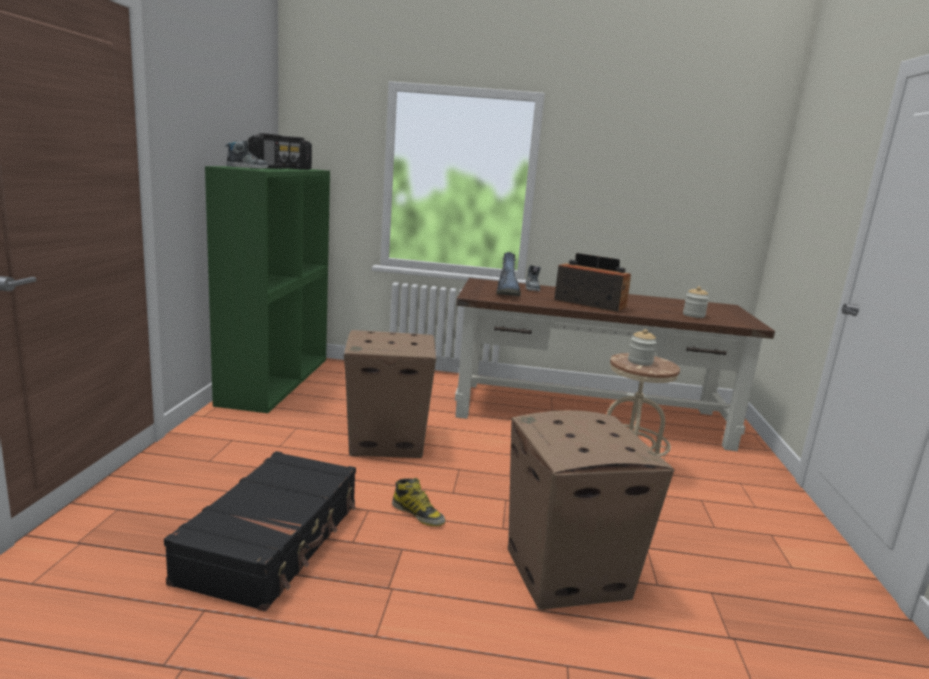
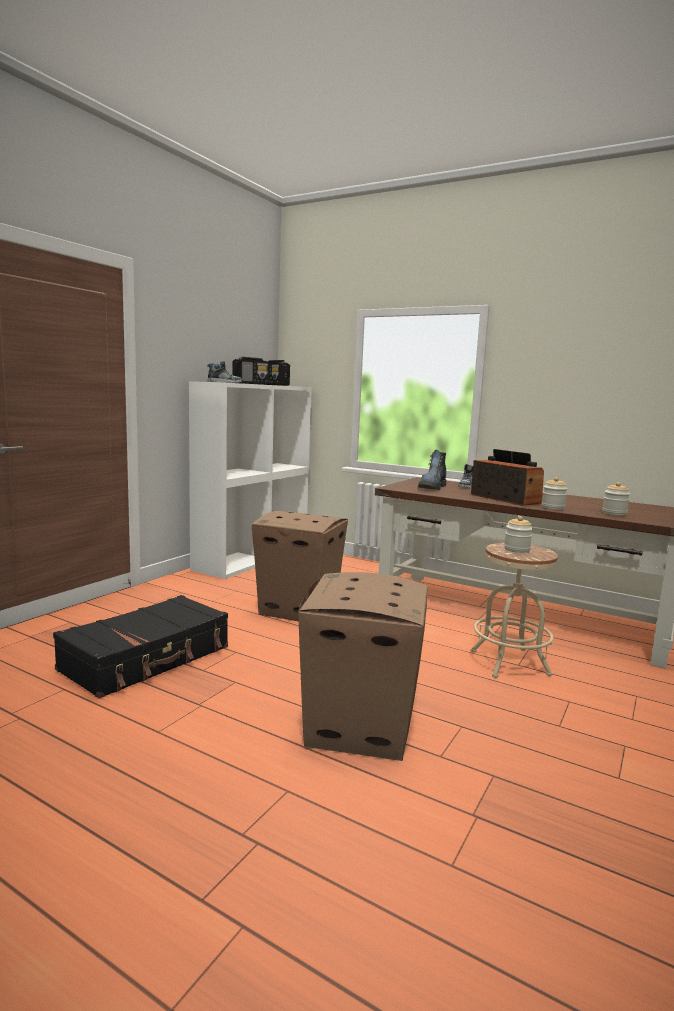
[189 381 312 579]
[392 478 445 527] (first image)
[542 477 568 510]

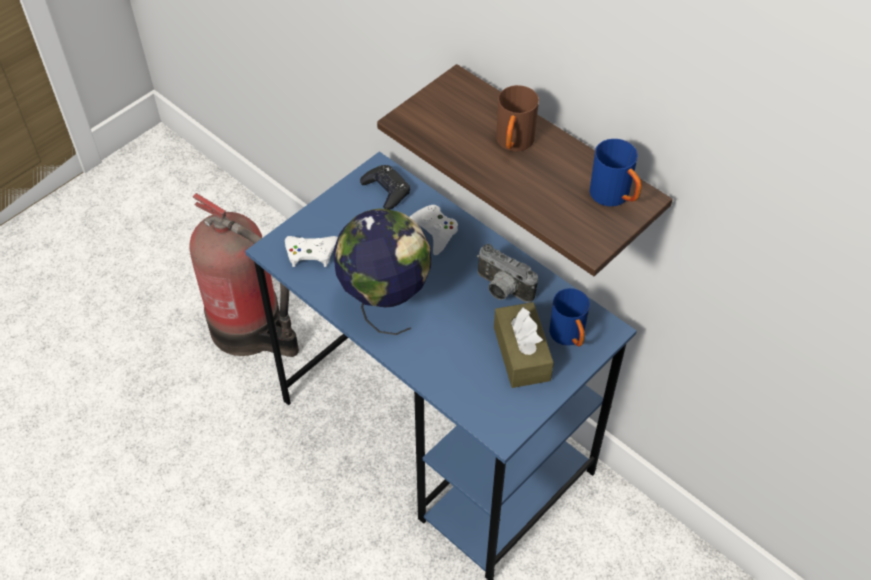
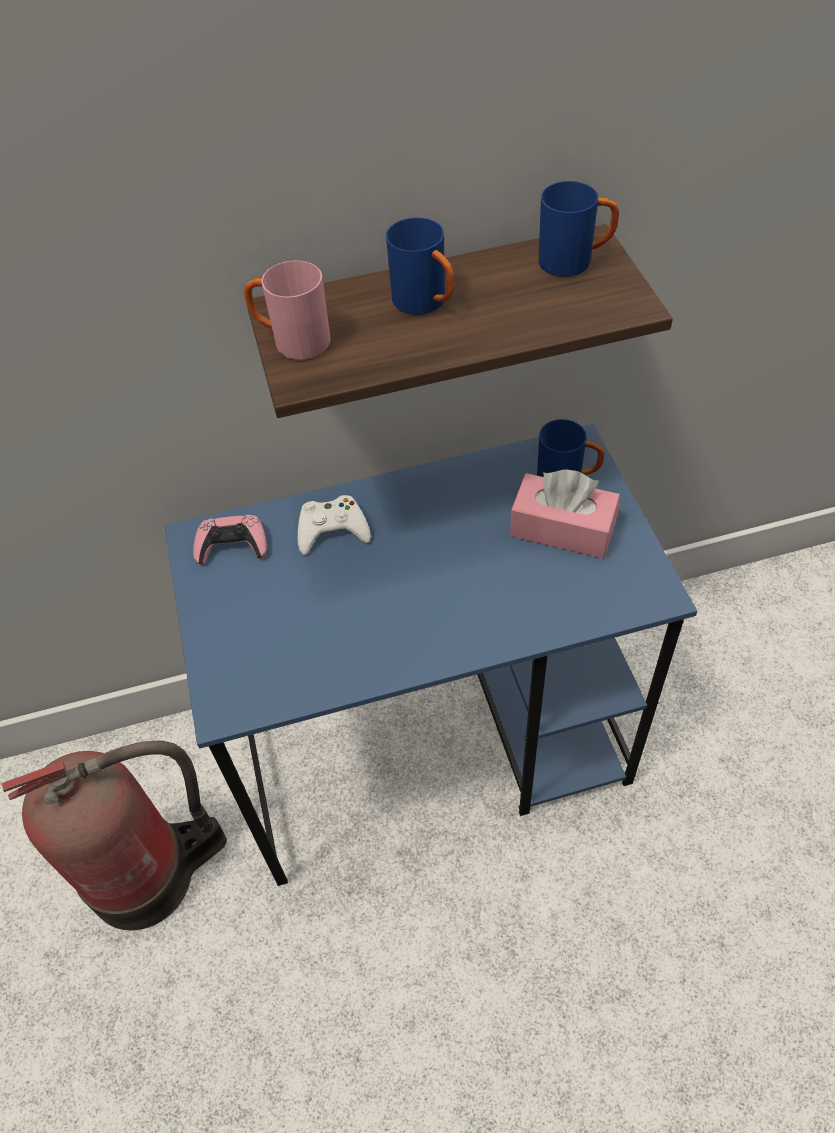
[285 236 338 267] (first image)
[333 209 432 335] (first image)
[193 515 267 565]
[477 244 538 303] (first image)
[510 469 620 559]
[386 218 454 315]
[244 261 331 360]

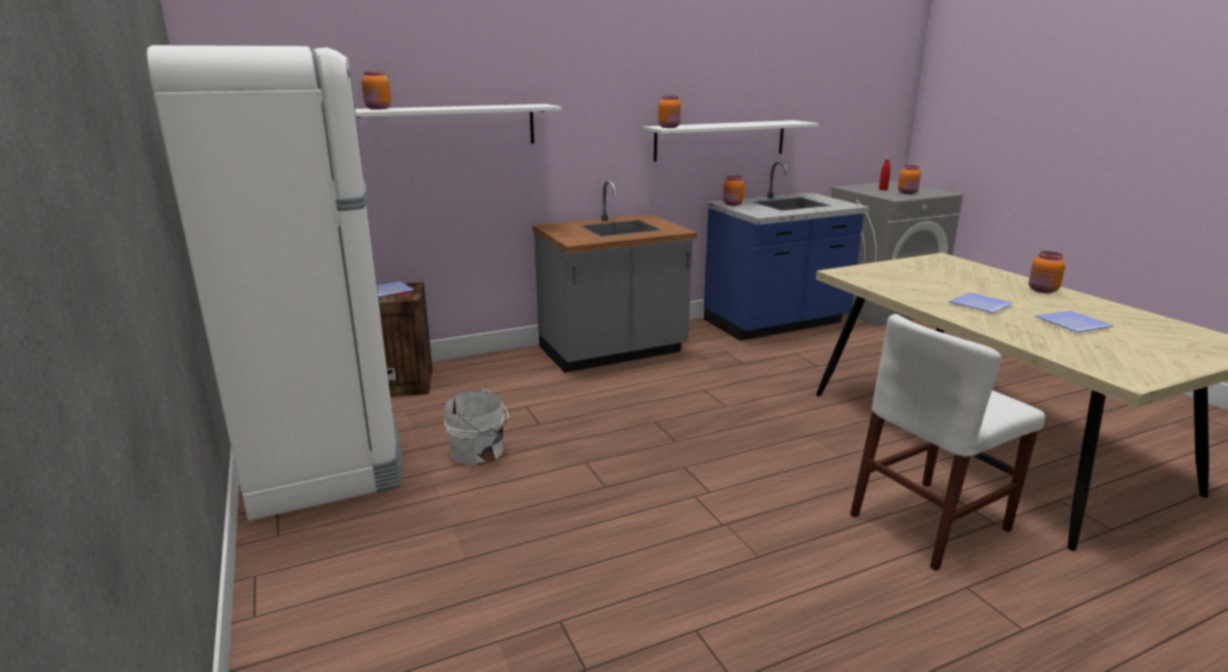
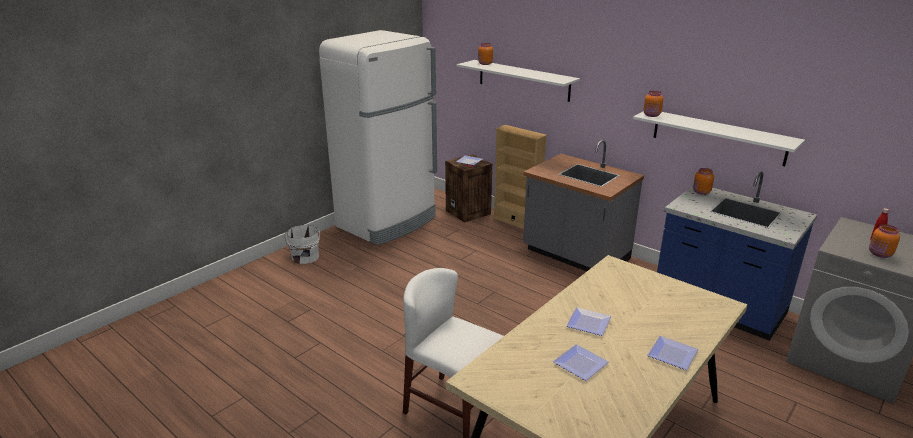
[285 225 320 264]
[647 336 698 370]
[493 125 547 229]

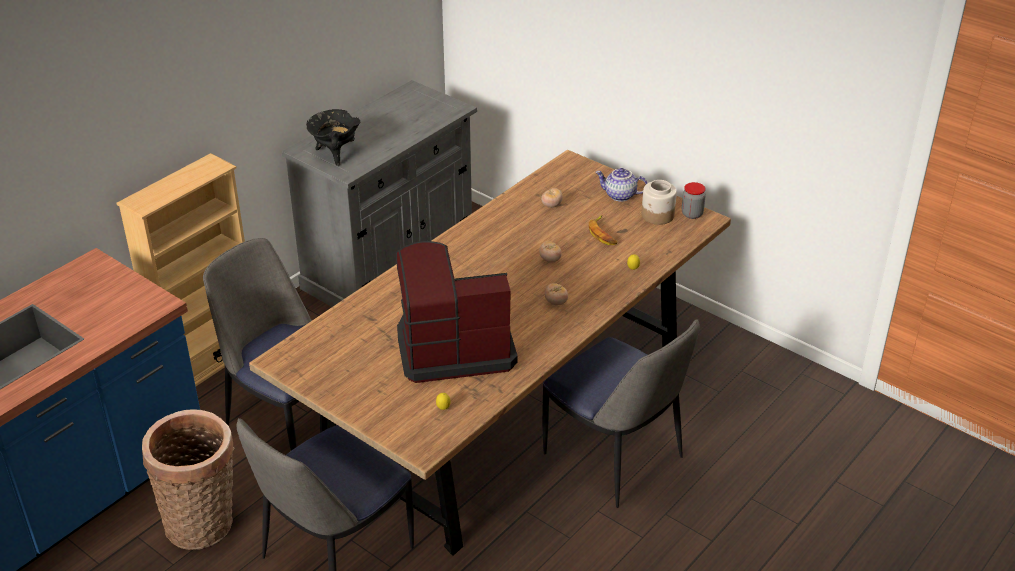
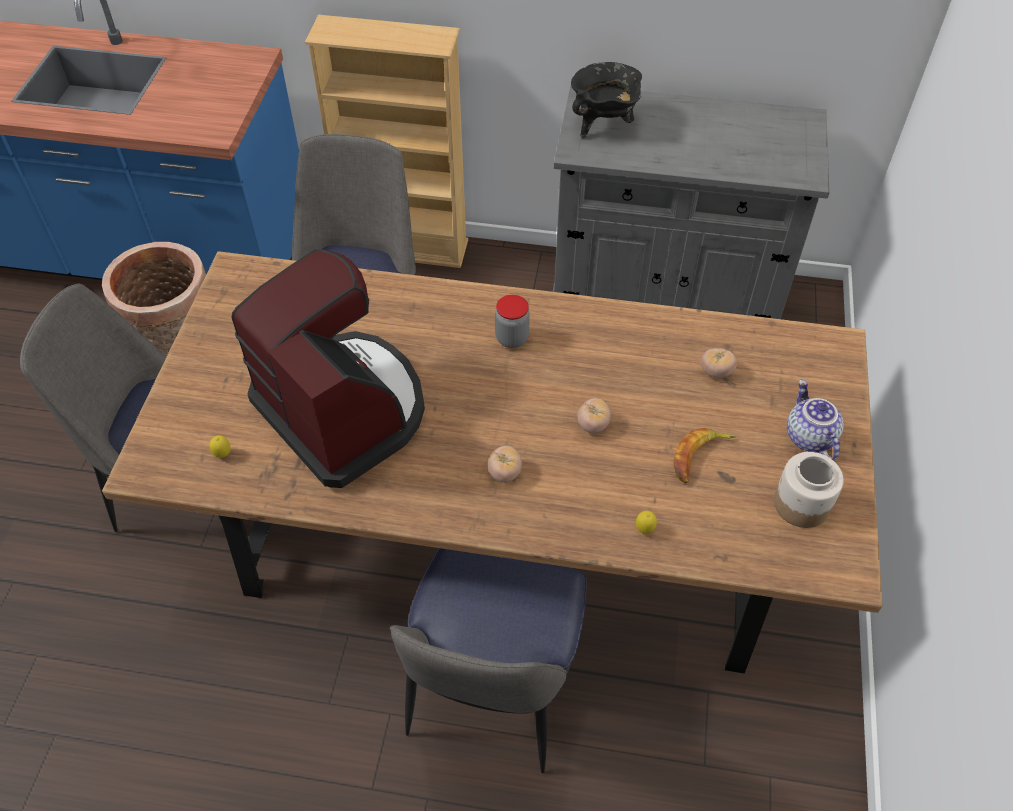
[495 295 530 348]

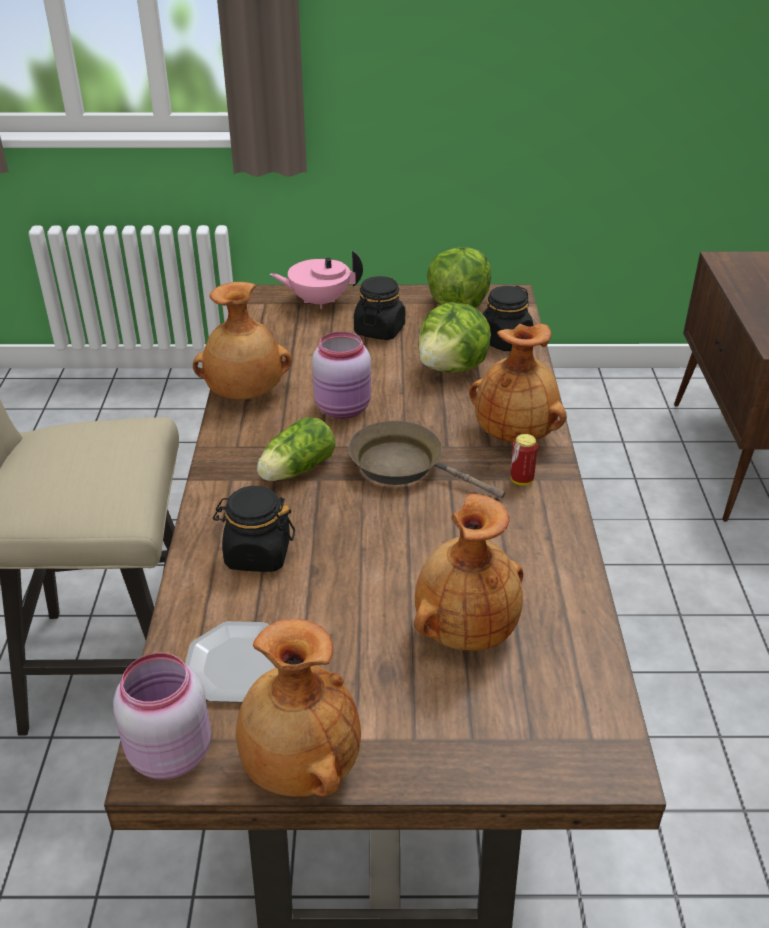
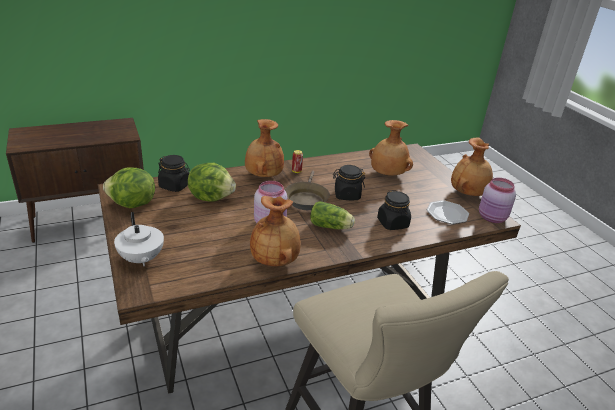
[114 212 164 266]
[333 165 365 200]

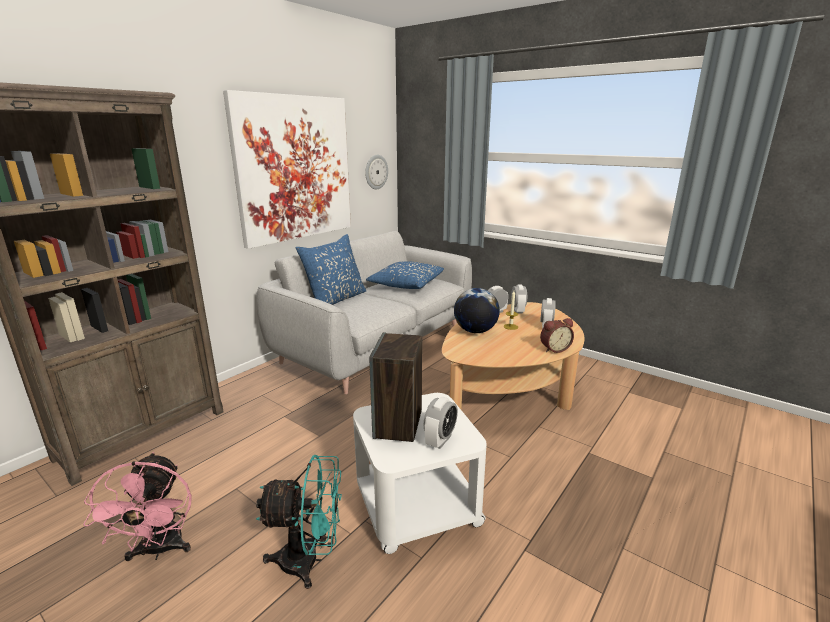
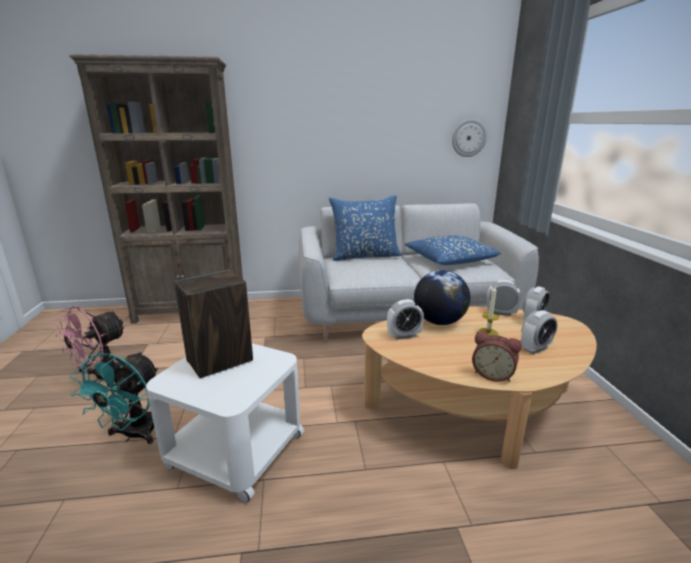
[223 90 351 249] (first image)
[70 352 159 444]
[387 299 424 339]

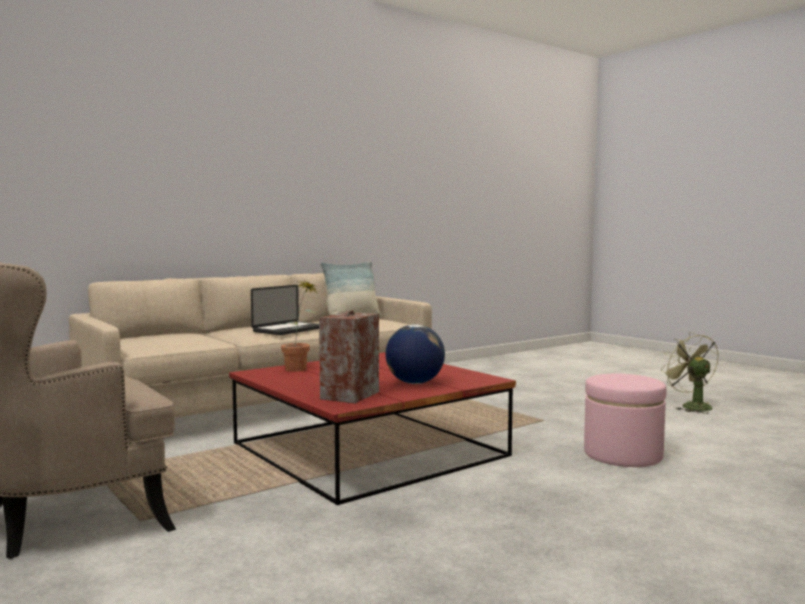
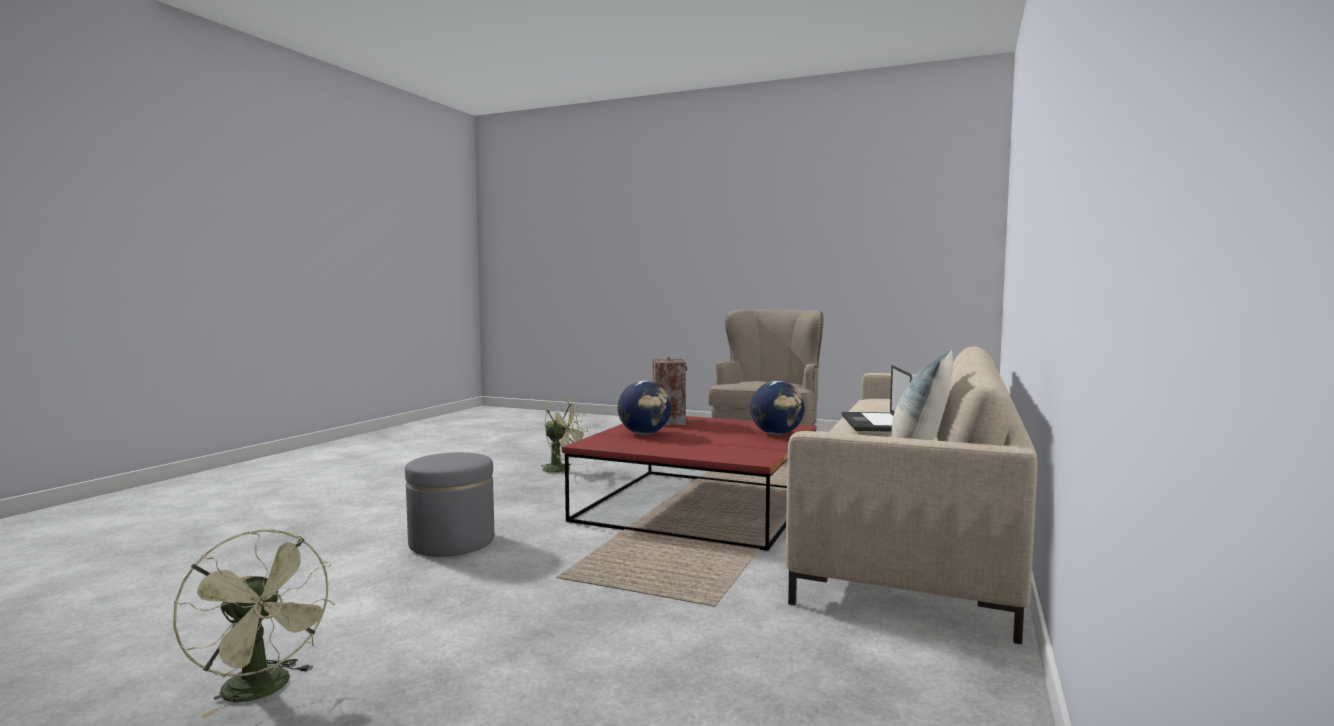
[750 381 804 435]
[405 452 494 557]
[541 397 588 476]

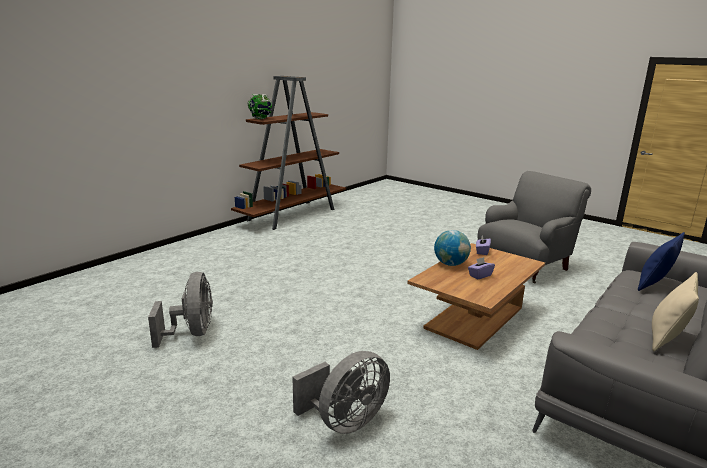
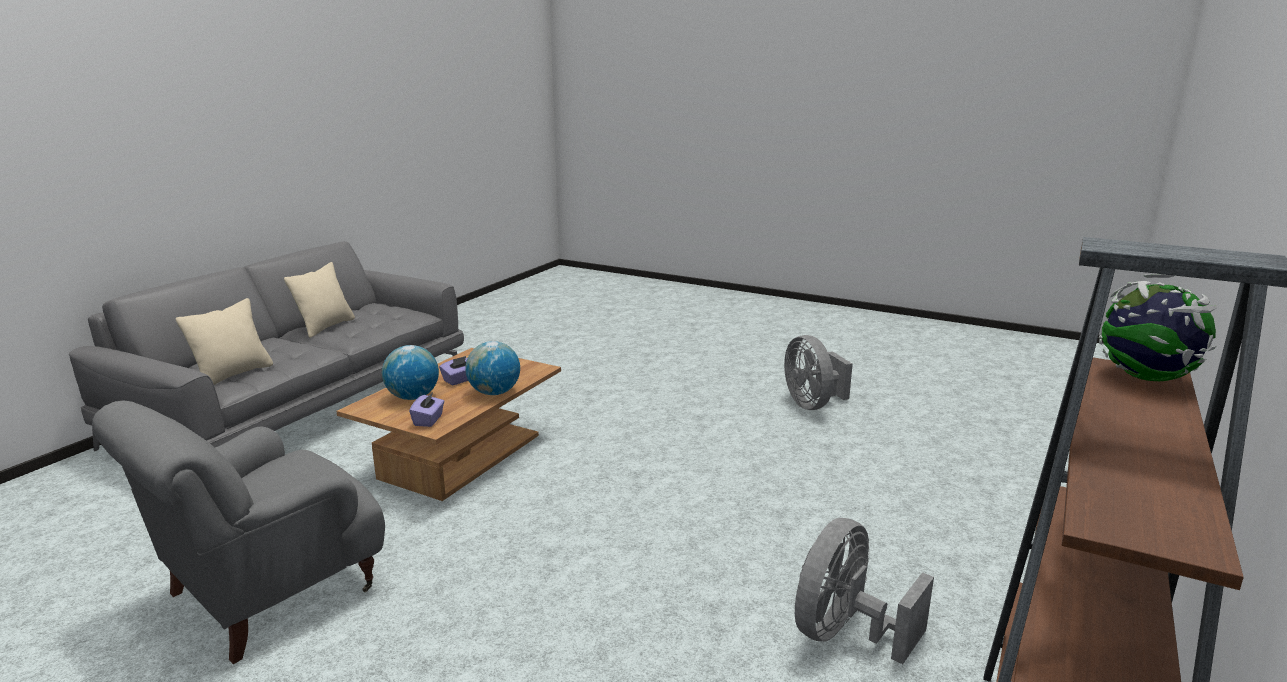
[795 518 934 664]
[176 298 273 385]
[382 345 439 400]

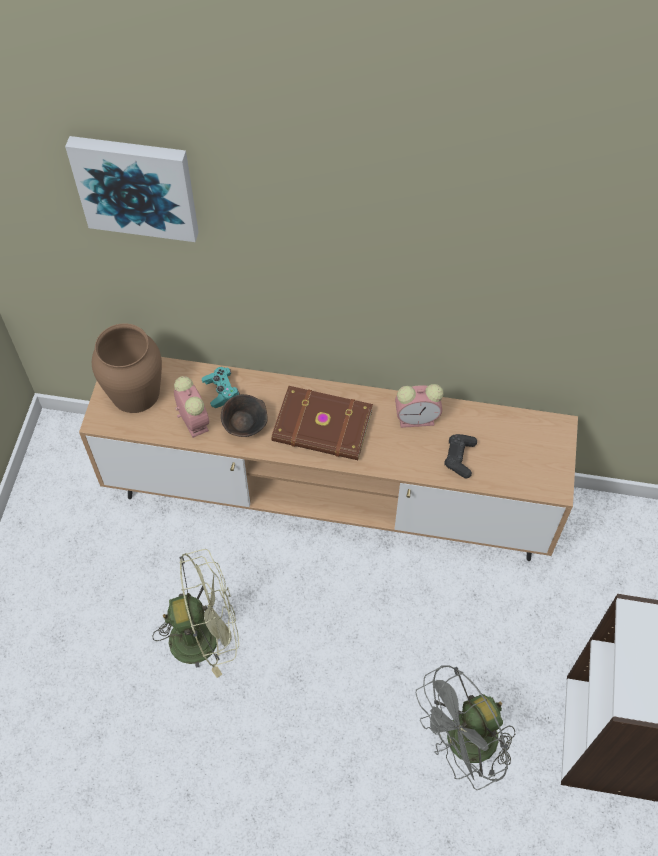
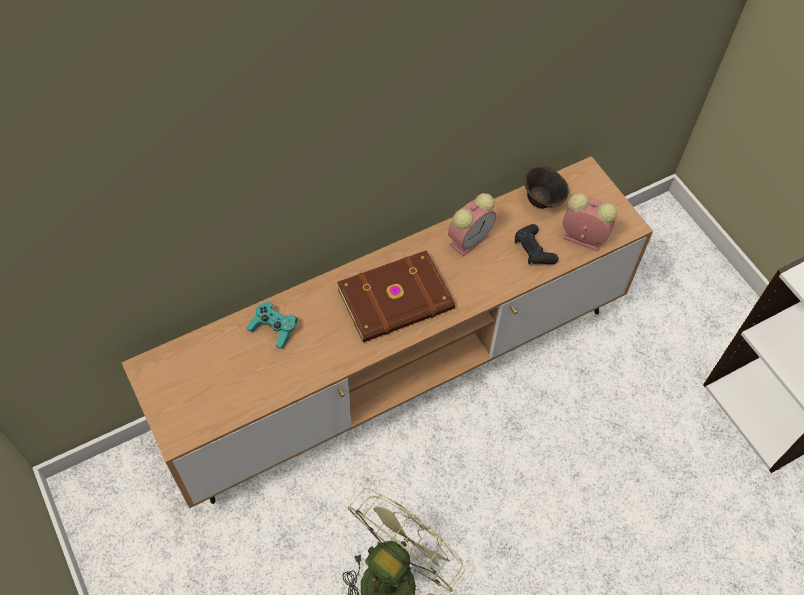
[65 136 199 242] (first image)
[92 323 162 413] (first image)
[562 193 617 252]
[524 166 569 209]
[416 665 515 790] (first image)

